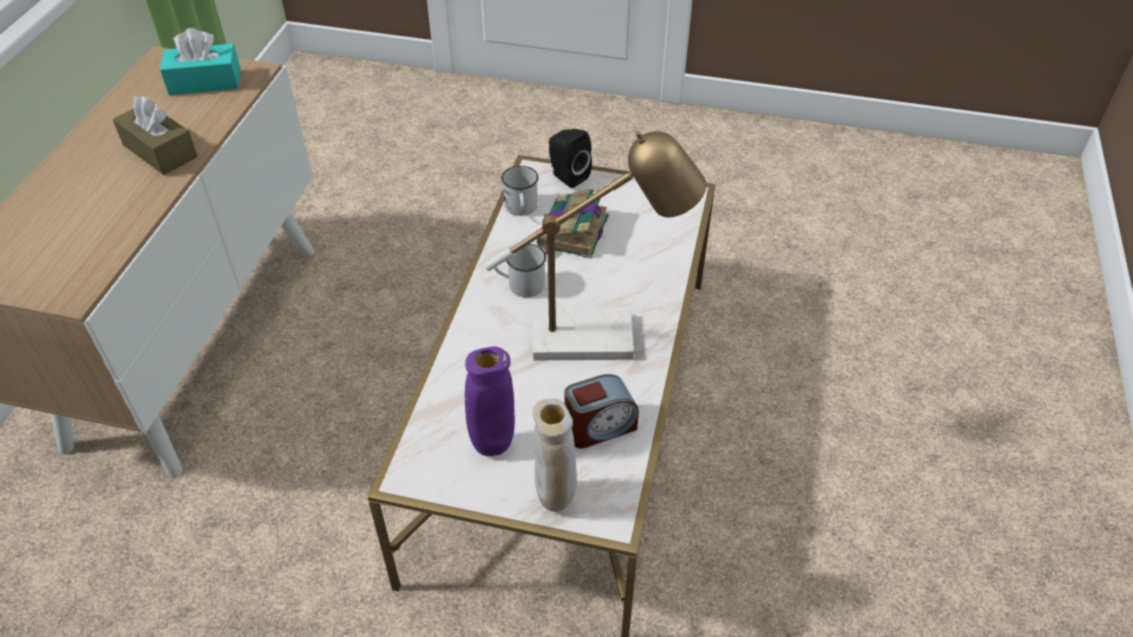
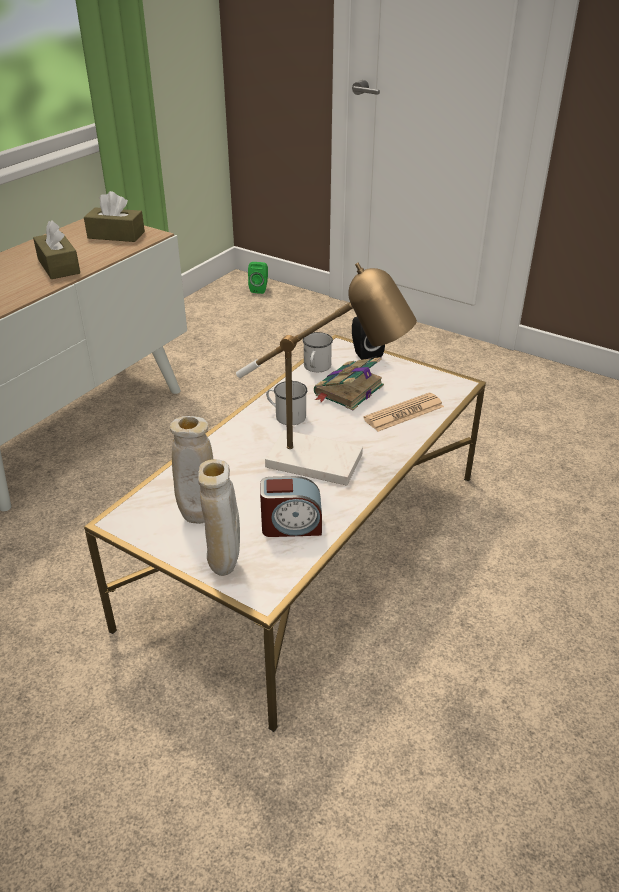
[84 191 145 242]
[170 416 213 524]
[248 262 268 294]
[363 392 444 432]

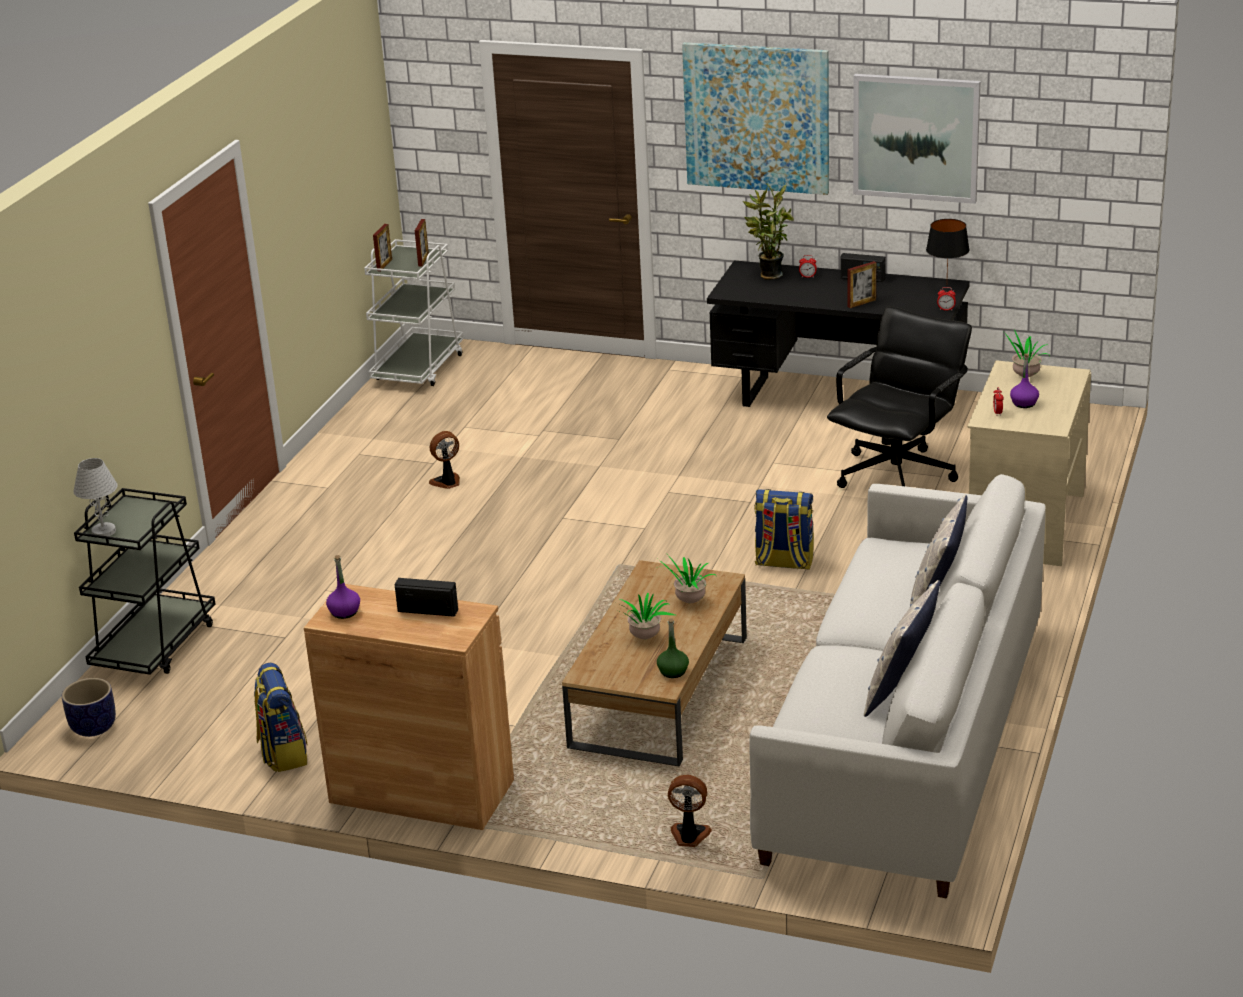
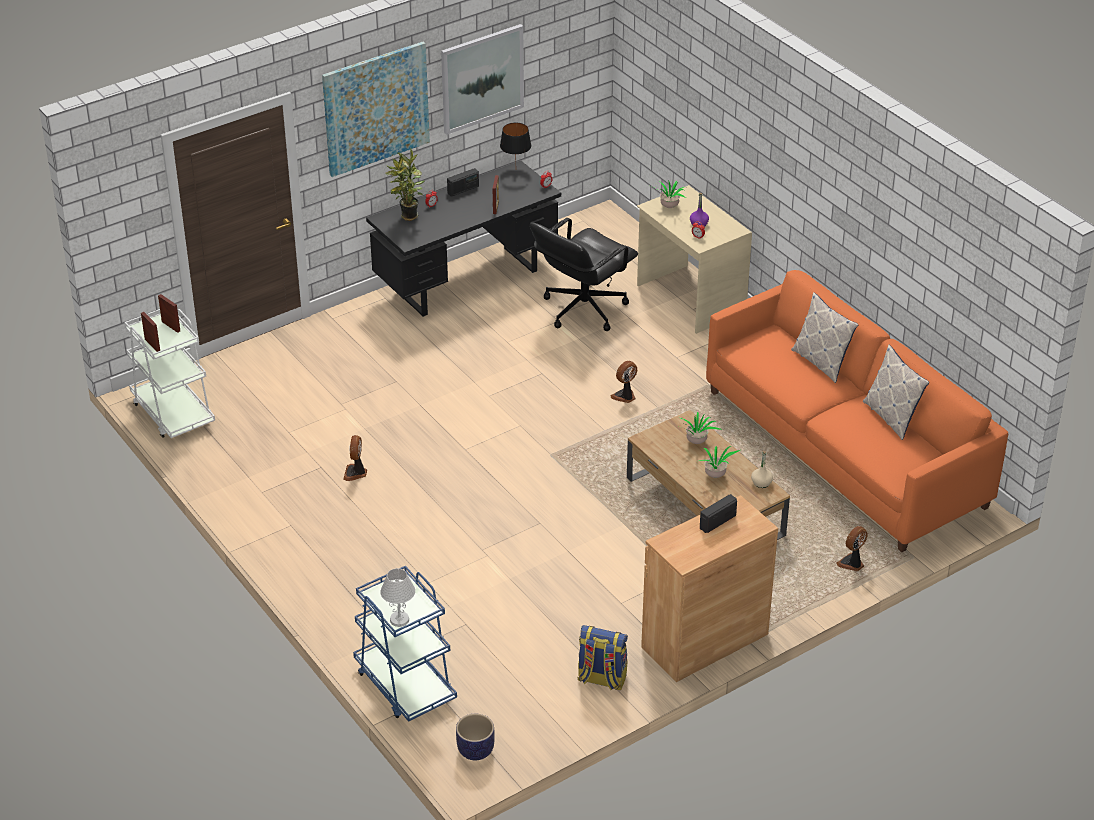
[353 566 457 722]
[326 555 360 619] (first image)
[751 451 773 488]
[706 270 1008 552]
[610 361 637 403]
[530 218 638 331]

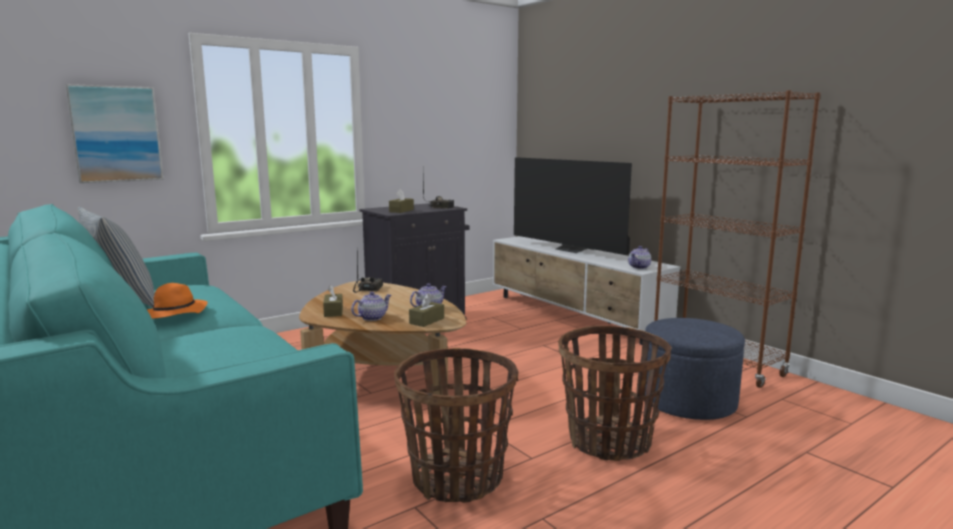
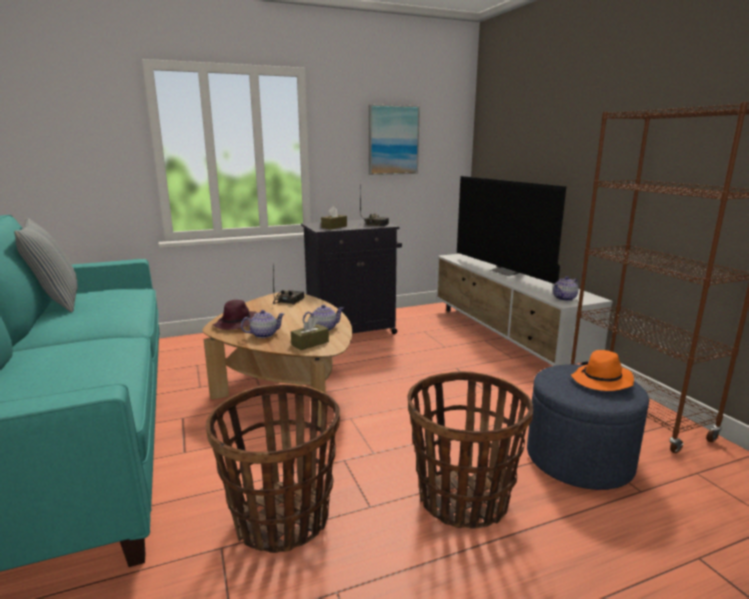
[369 104 420 175]
[571 350 634 391]
[213 300 257 330]

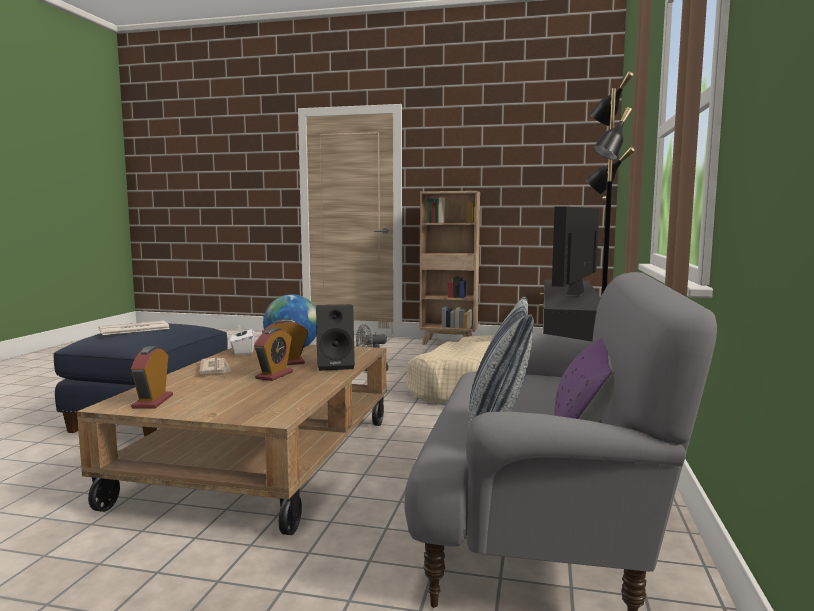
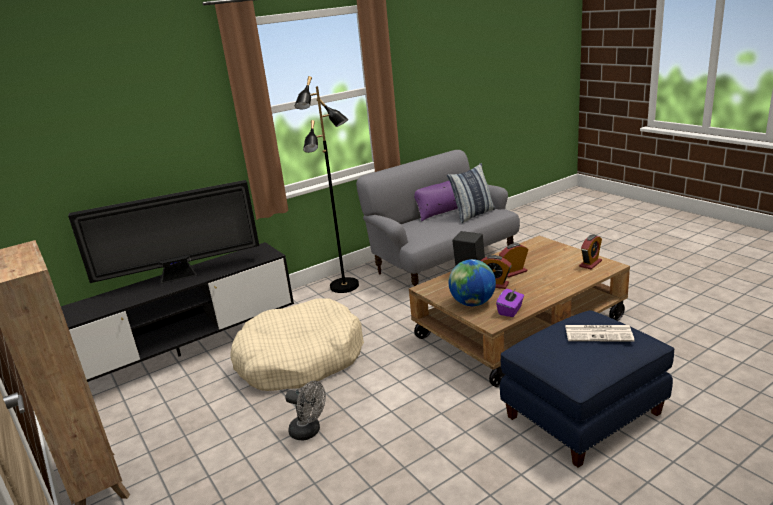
[199 358 231 374] (first image)
[496 288 524 317]

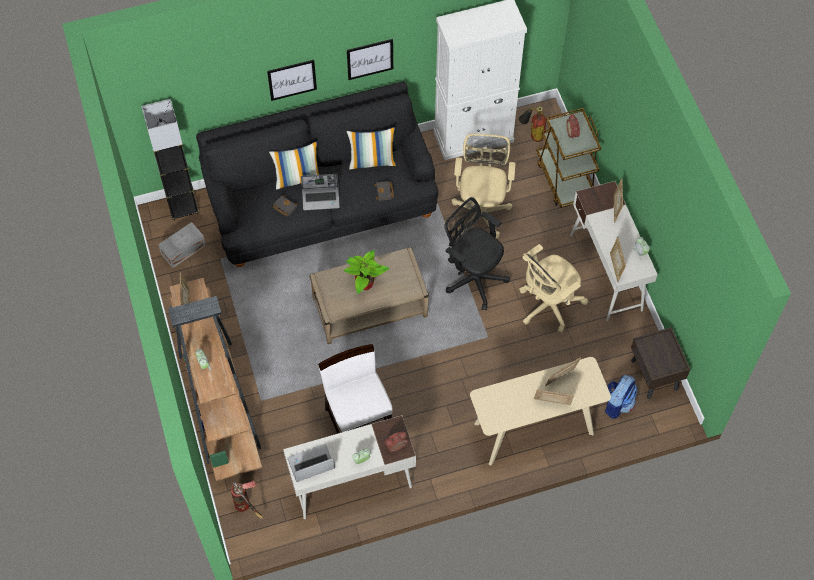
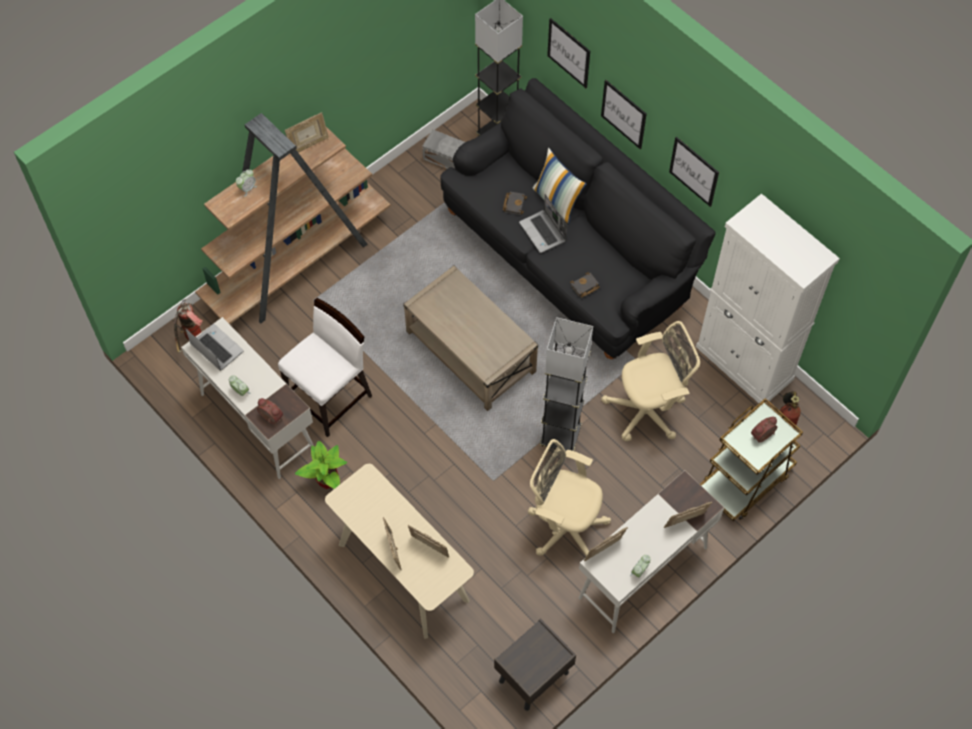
[295 440 347 489]
[347 127 397 170] (first image)
[540 317 593 451]
[605 375 637 419] (first image)
[547 18 590 88]

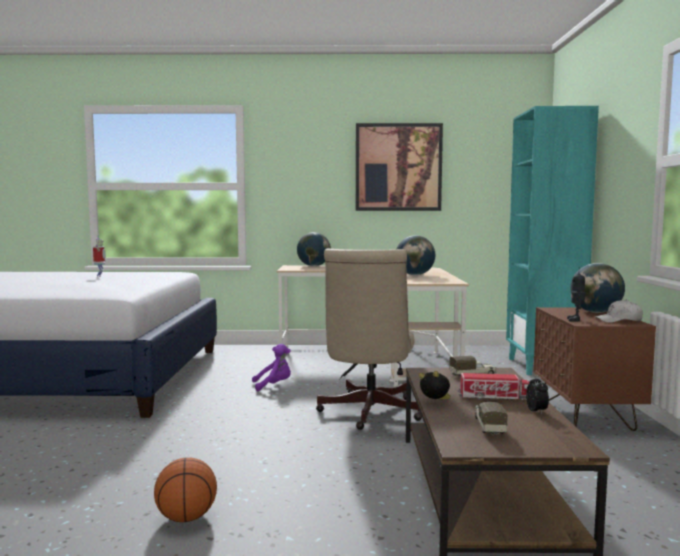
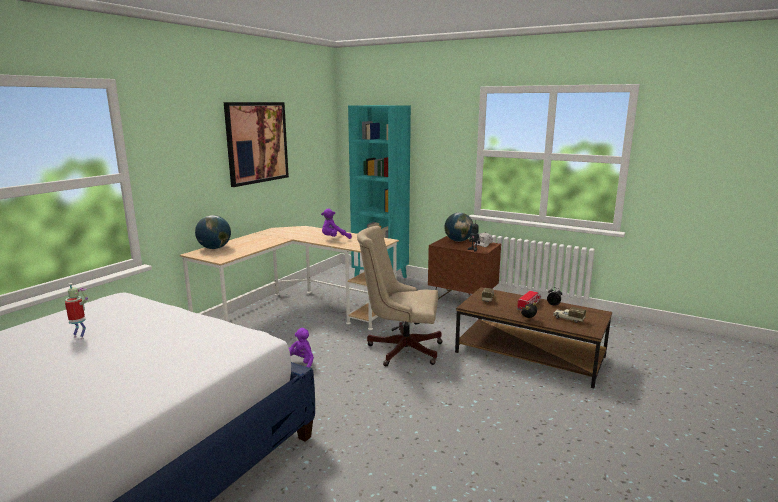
[154 457 217 522] (first image)
[357 226 443 366]
[321 209 352 239]

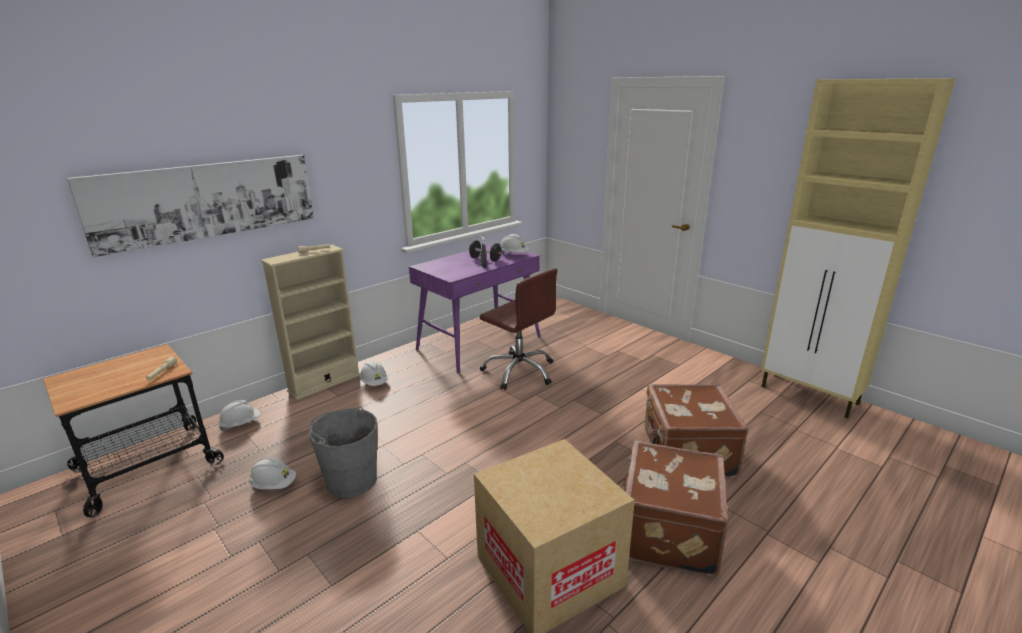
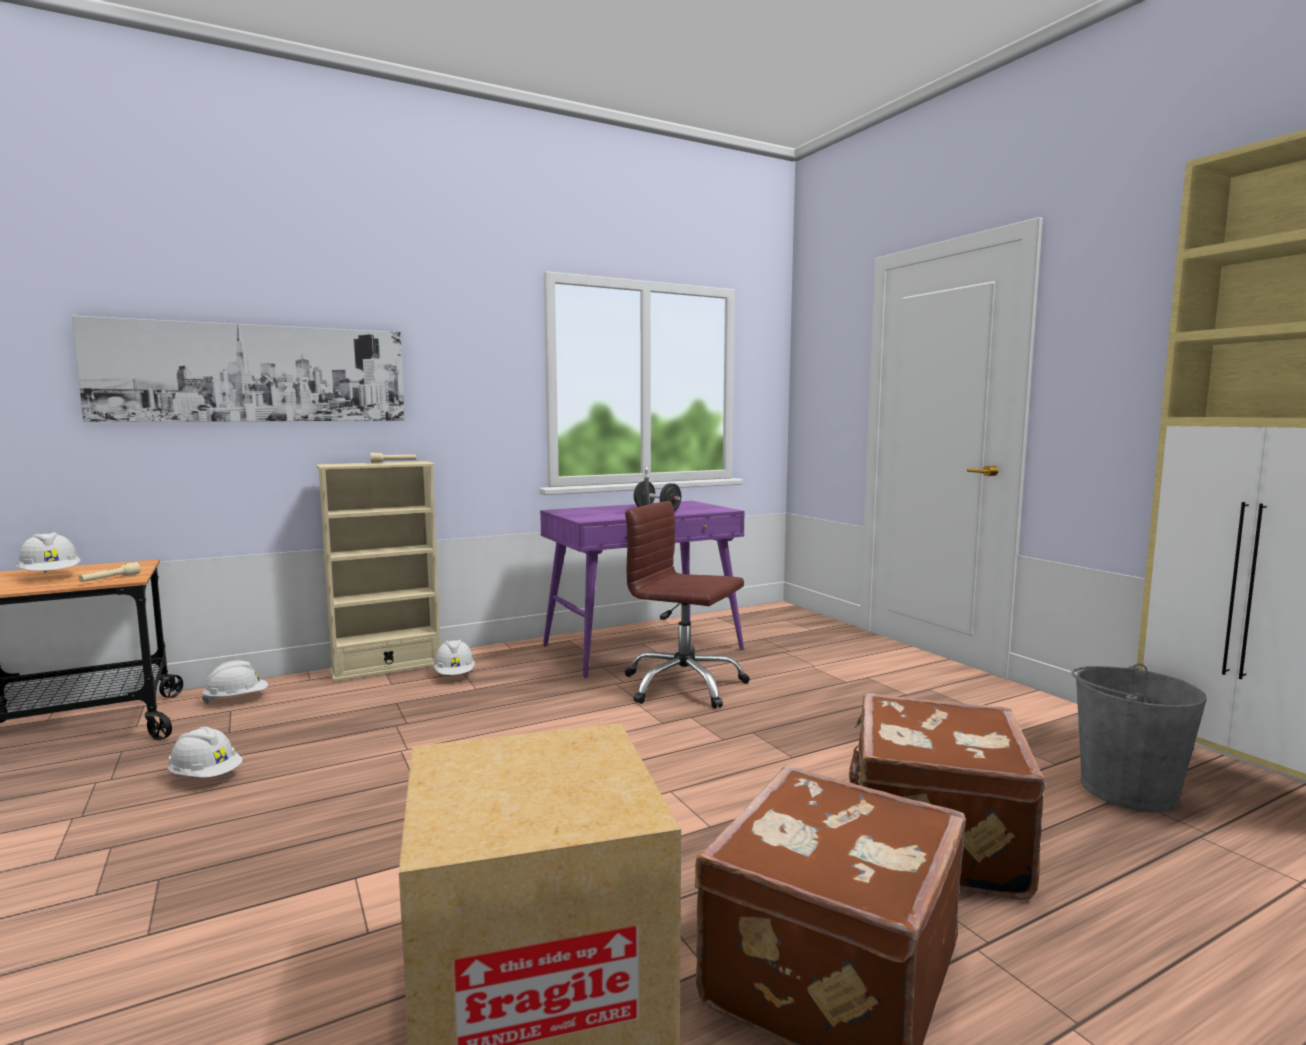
[1072 664 1207 812]
[625 501 750 708]
[16 532 81 573]

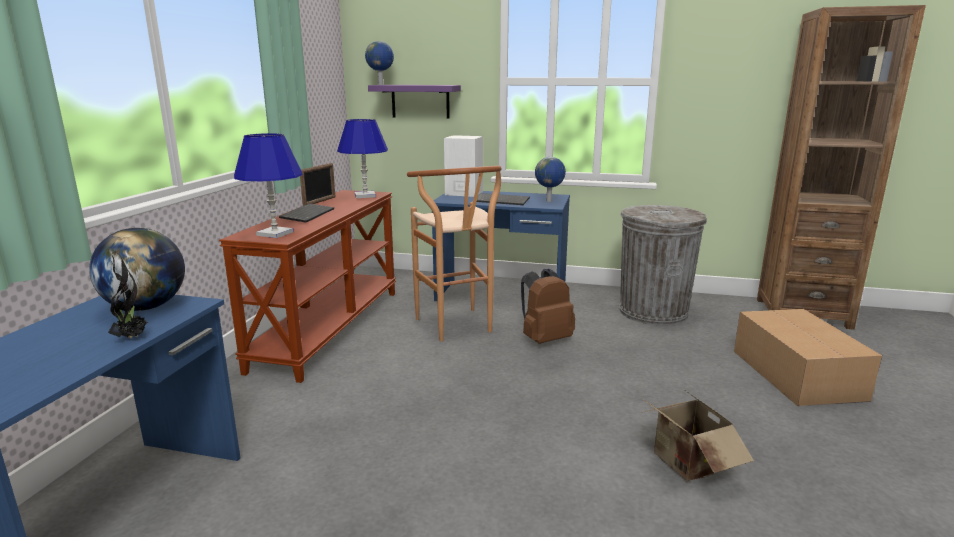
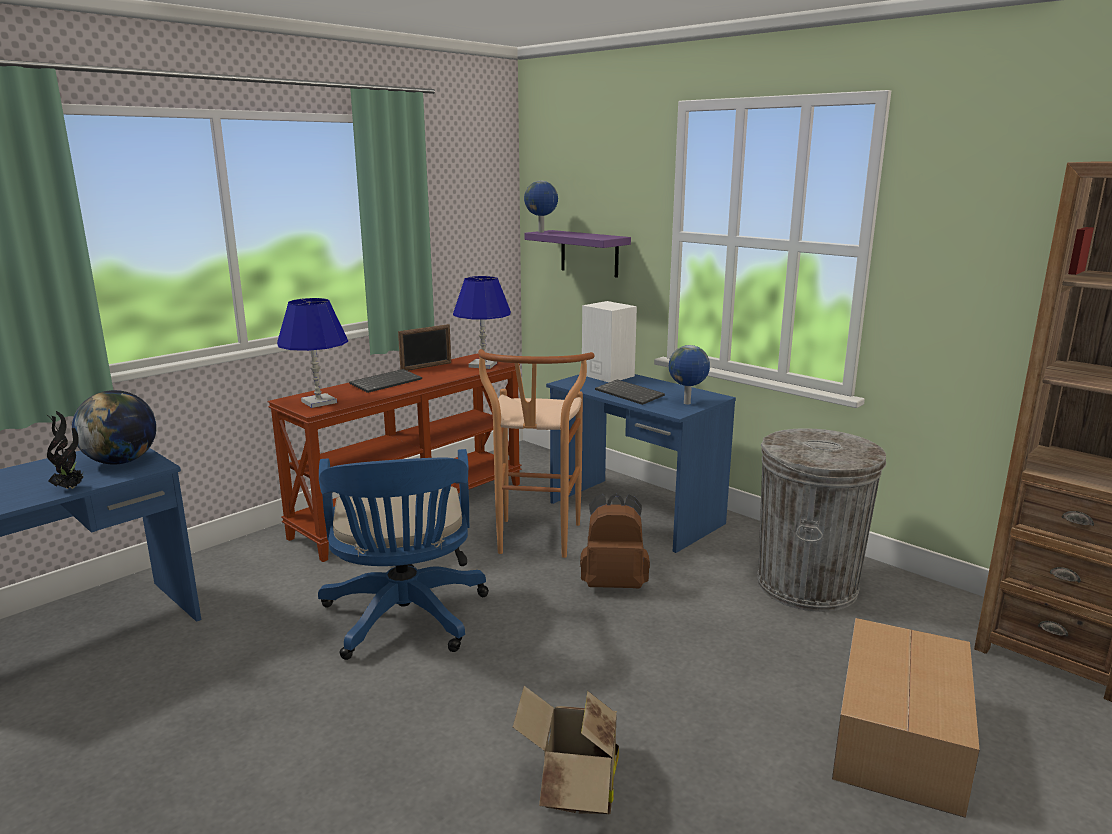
[318 449 489 660]

